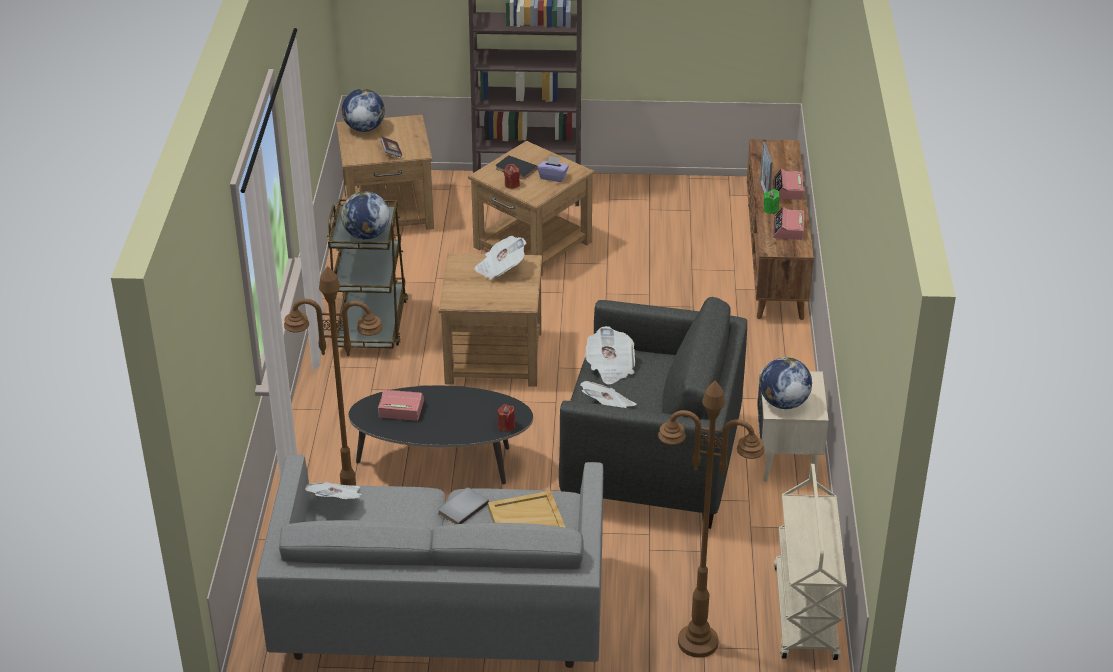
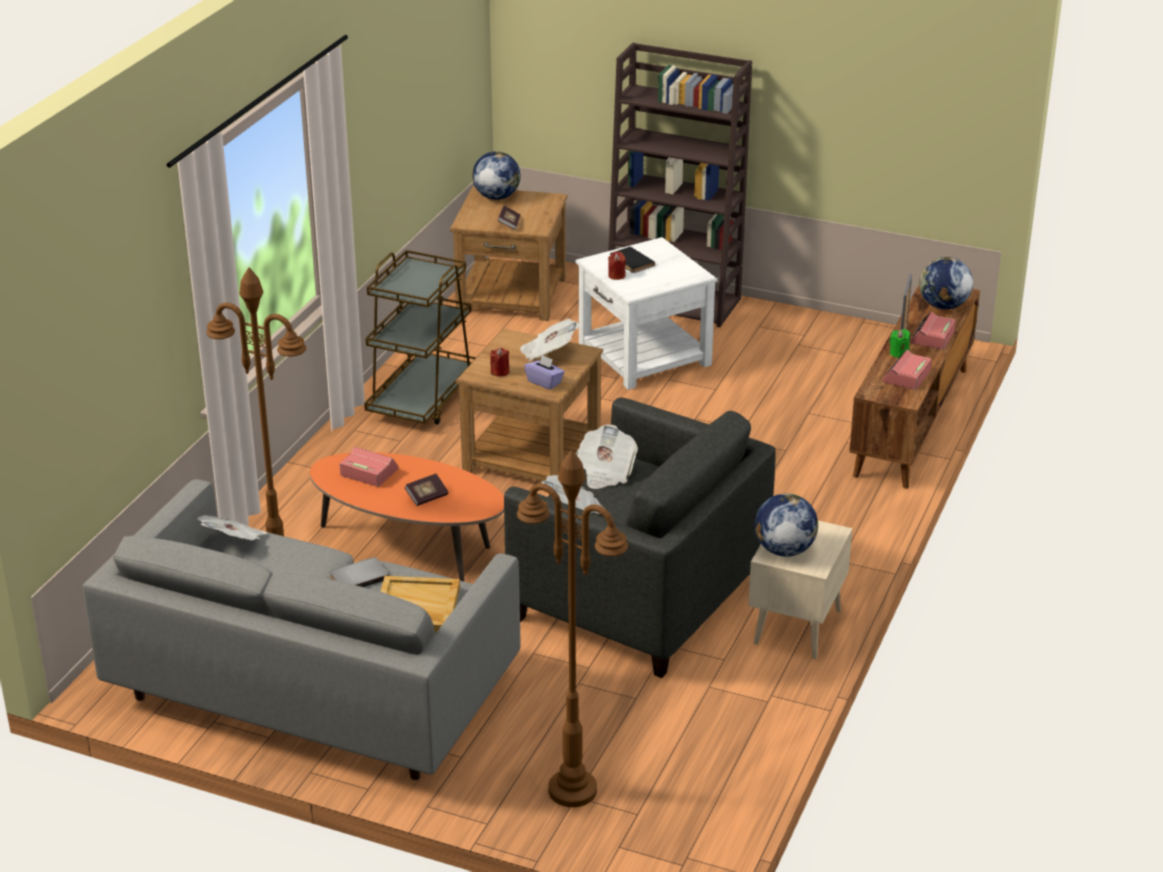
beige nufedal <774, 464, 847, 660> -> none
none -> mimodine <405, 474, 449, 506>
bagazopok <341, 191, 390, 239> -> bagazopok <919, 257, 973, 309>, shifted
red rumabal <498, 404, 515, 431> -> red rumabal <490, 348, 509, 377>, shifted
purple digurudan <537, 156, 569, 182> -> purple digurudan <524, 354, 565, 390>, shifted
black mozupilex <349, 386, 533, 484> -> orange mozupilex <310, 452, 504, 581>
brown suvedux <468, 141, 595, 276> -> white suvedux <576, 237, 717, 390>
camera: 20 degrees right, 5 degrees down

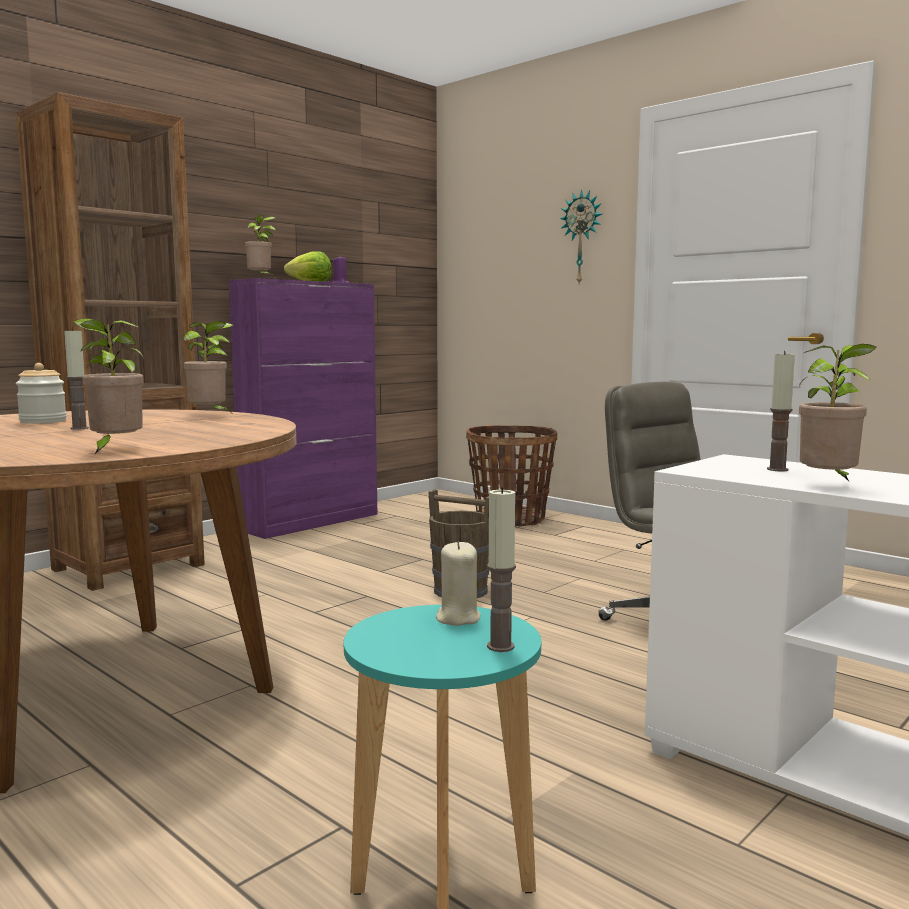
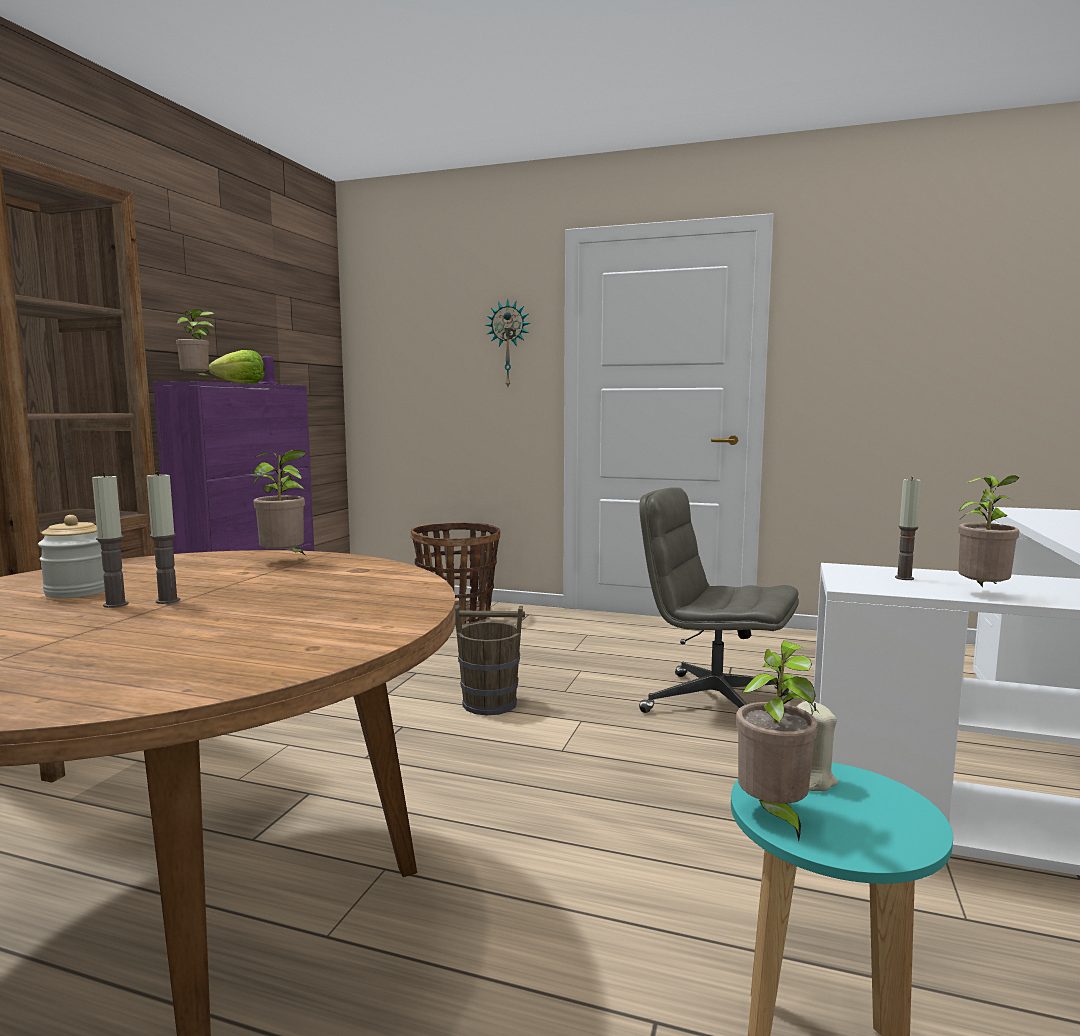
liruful <73, 318, 144, 455> -> liruful <736, 641, 818, 841>, shifted
rumabal <487, 487, 516, 652> -> rumabal <92, 473, 128, 608>, shifted
camera: 25 degrees left, 0 degrees up

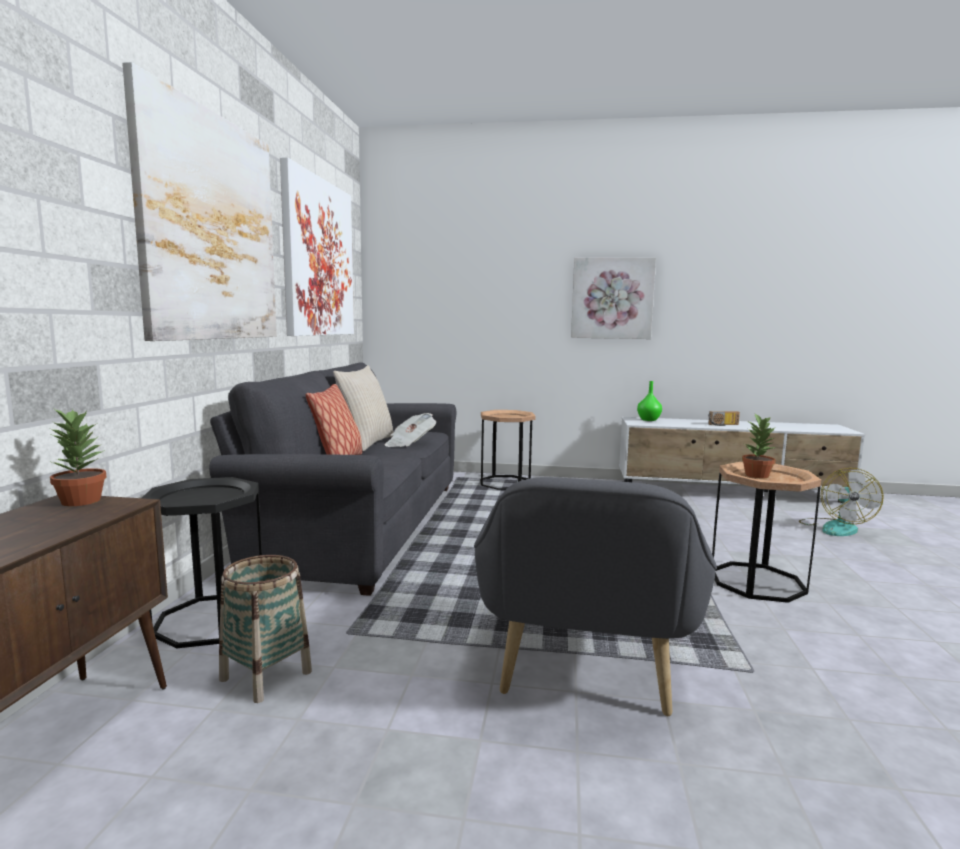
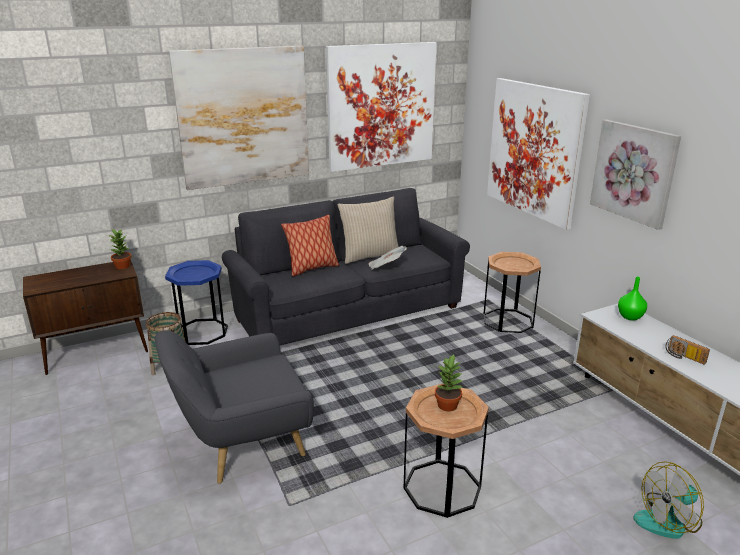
none -> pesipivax <487, 78, 590, 230>
black suvedux <142, 477, 262, 649> -> blue suvedux <165, 260, 228, 345>
camera: 55 degrees right, 15 degrees up

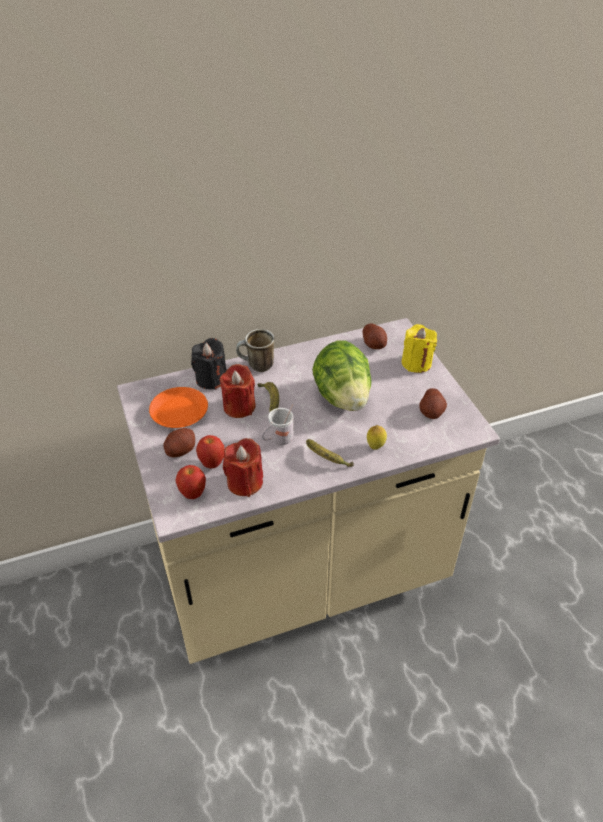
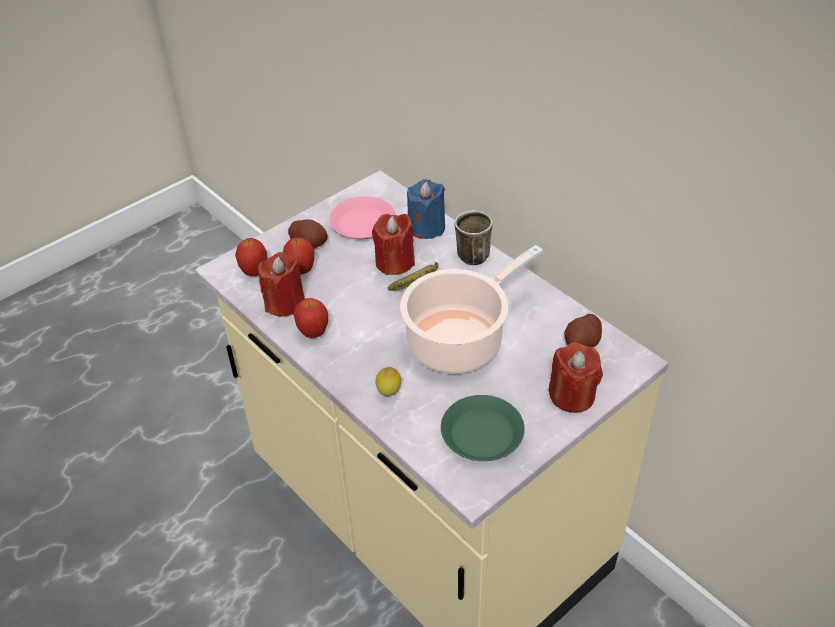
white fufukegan <261, 404, 294, 445> -> none
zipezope <306, 439, 354, 467> -> none
none -> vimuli <294, 298, 328, 338>
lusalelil <312, 340, 371, 411> -> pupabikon <400, 245, 543, 374>
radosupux <419, 388, 447, 419> -> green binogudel <441, 395, 525, 461>
orange binogudel <149, 387, 208, 428> -> pink binogudel <329, 196, 396, 240>
black rumabal <191, 338, 227, 390> -> blue rumabal <407, 179, 445, 239>
yellow rumabal <402, 324, 437, 373> -> red rumabal <548, 342, 603, 413>
camera: 70 degrees right, 0 degrees up

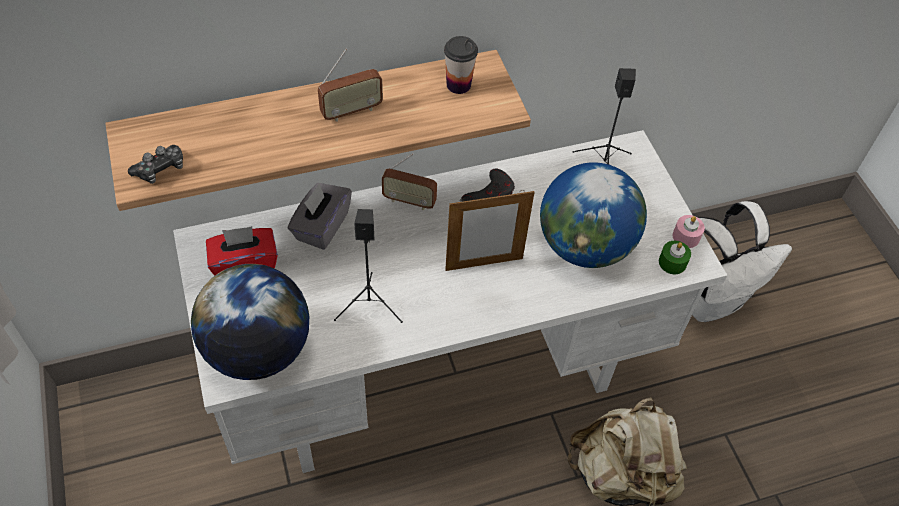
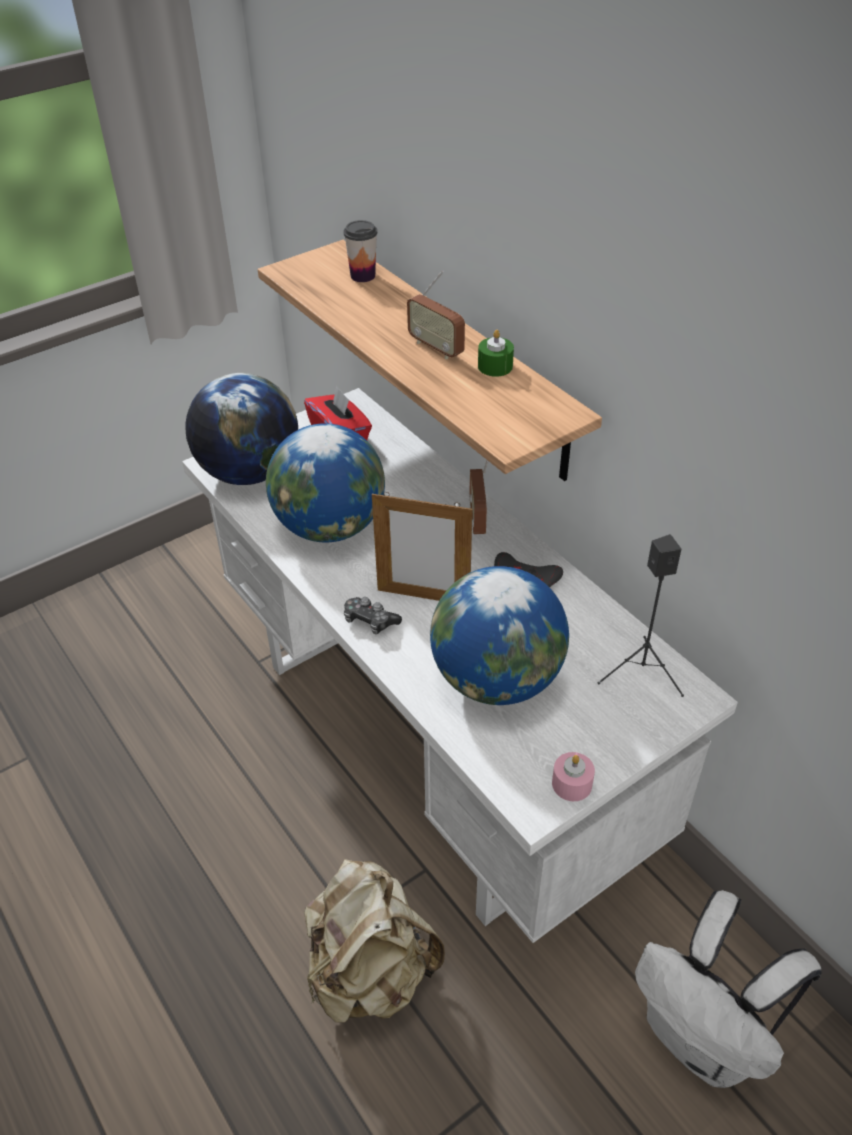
grey digurudan <287, 183, 352, 250> -> none
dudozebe <128, 145, 183, 184> -> dudozebe <344, 597, 402, 634>, shifted
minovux <444, 36, 478, 94> -> minovux <343, 220, 377, 282>, shifted
green rumabal <659, 241, 691, 274> -> green rumabal <478, 330, 514, 377>, shifted
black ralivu <334, 209, 403, 323> -> bagazopok <266, 423, 385, 542>
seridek <445, 190, 535, 271> -> seridek <372, 492, 472, 601>, 45 degrees counterclockwise
camera: 75 degrees right, 10 degrees down

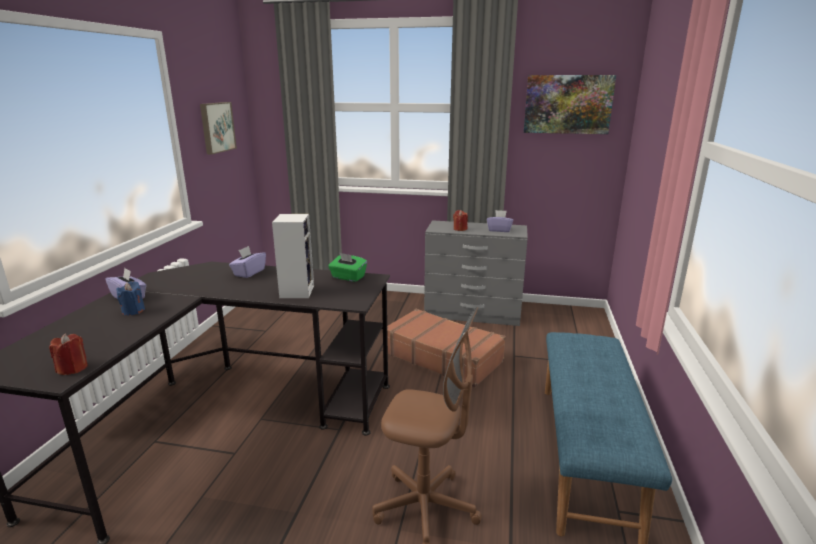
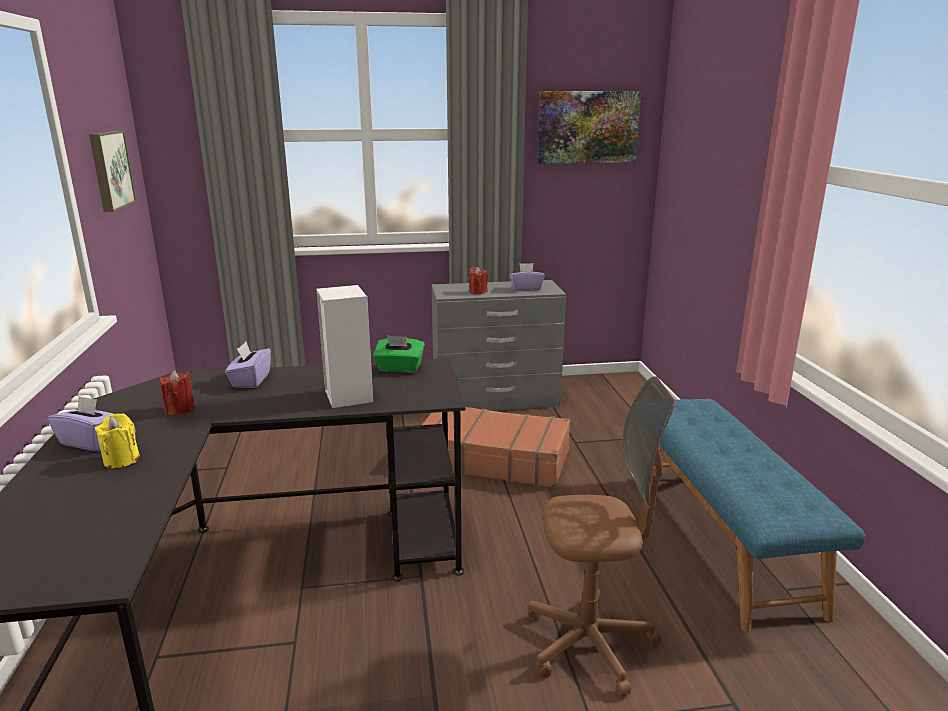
red rumabal <49, 333, 88, 375> -> red rumabal <160, 370, 195, 415>, shifted
blue rumabal <116, 281, 145, 315> -> yellow rumabal <95, 413, 140, 468>
camera: 20 degrees left, 0 degrees up

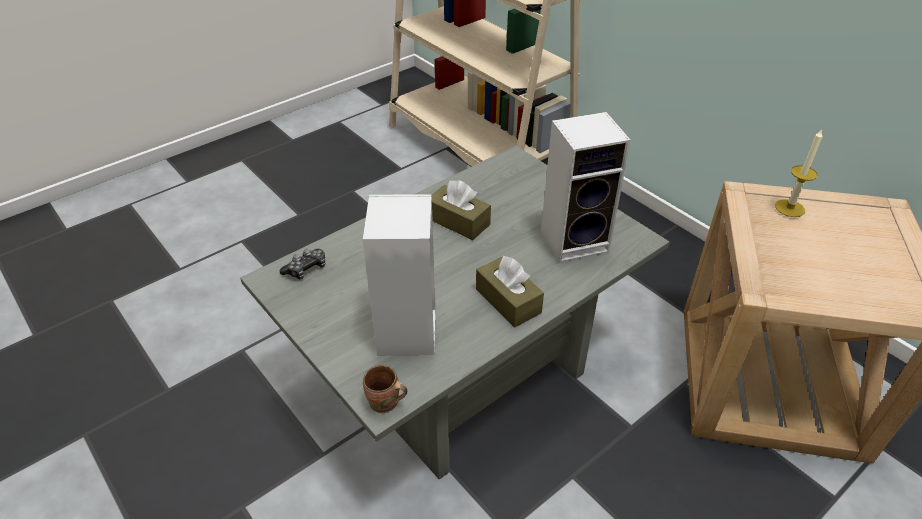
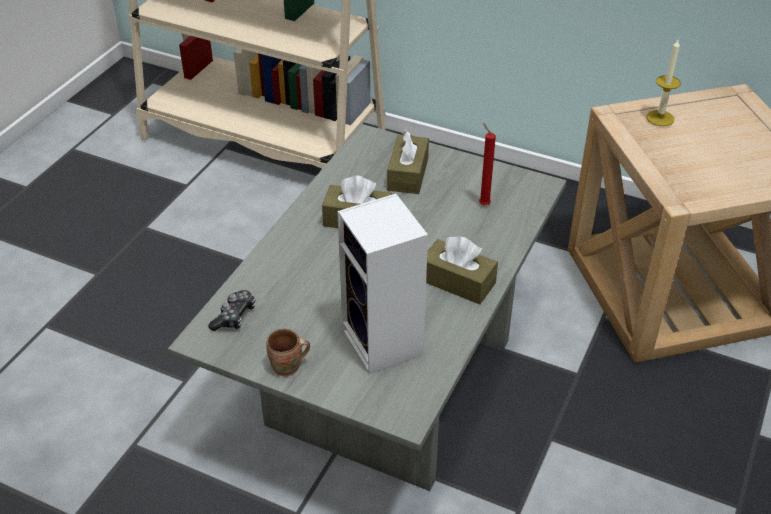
none -> brown digurudan <387, 130, 429, 194>
brown fufukegan <363, 365, 407, 413> -> brown fufukegan <266, 329, 310, 376>, shifted
ralivu <541, 112, 631, 263> -> red rumabal <479, 123, 496, 205>
camera: 25 degrees left, 0 degrees up

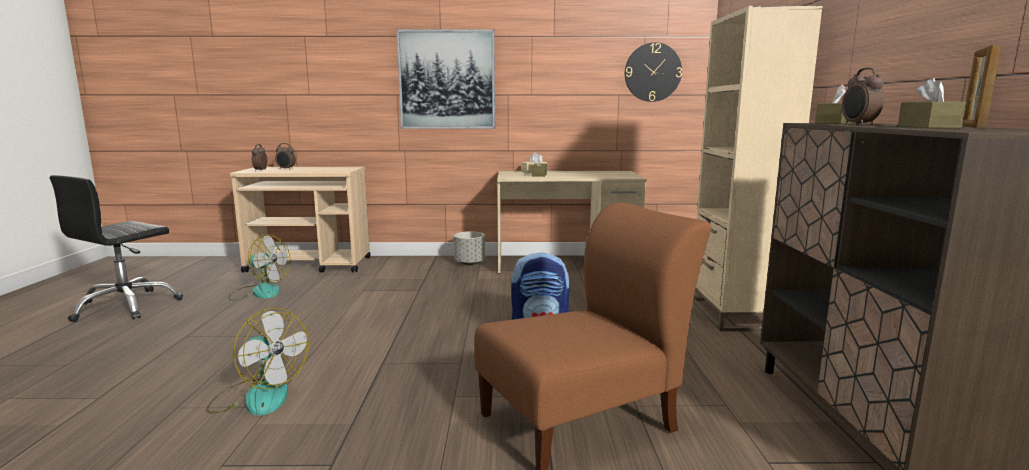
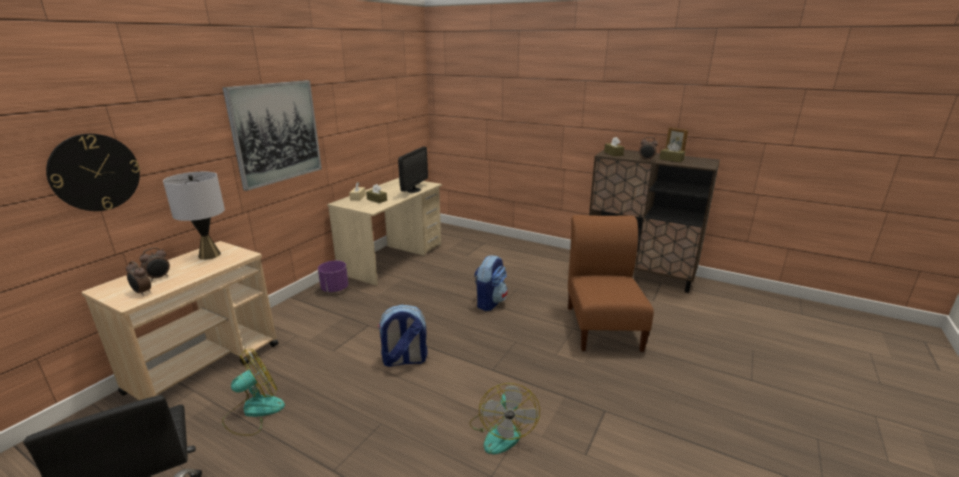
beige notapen <693, 6, 823, 331> -> none
none -> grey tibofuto <163, 172, 225, 260>
none -> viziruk <378, 305, 428, 367>
none -> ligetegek <398, 147, 428, 193>
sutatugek <625, 42, 682, 102> -> sutatugek <46, 134, 140, 211>, shifted
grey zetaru <454, 232, 485, 265> -> purple zetaru <318, 261, 349, 292>
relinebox <206, 308, 309, 416> -> relinebox <469, 383, 540, 454>, 120 degrees clockwise
camera: 60 degrees left, 10 degrees up

